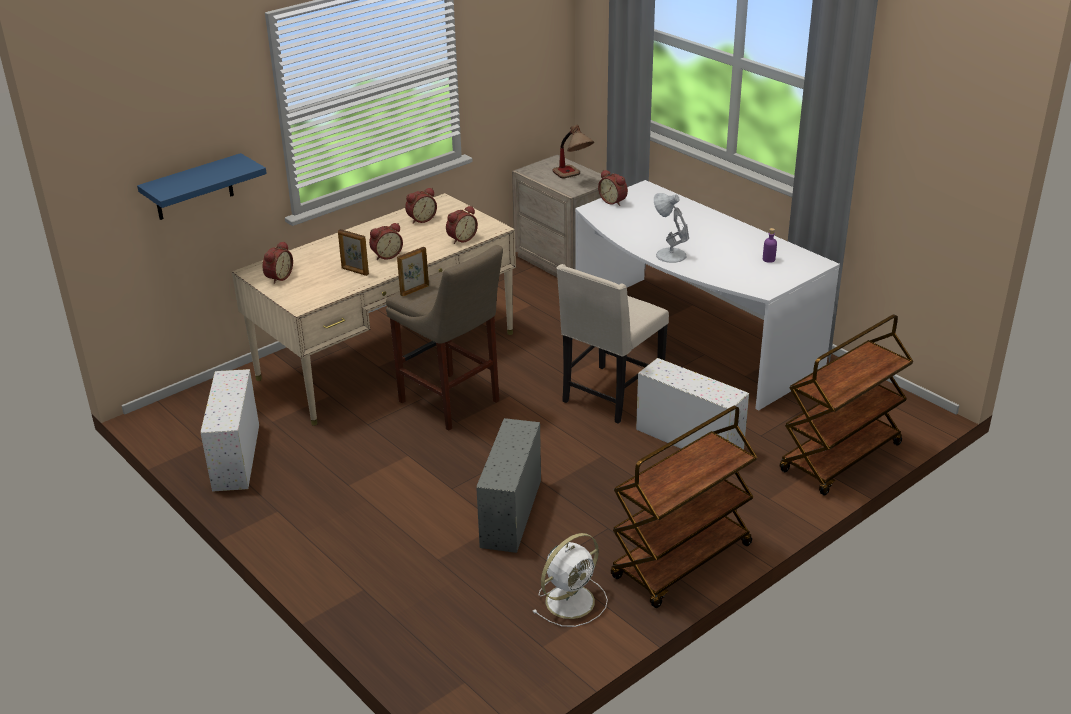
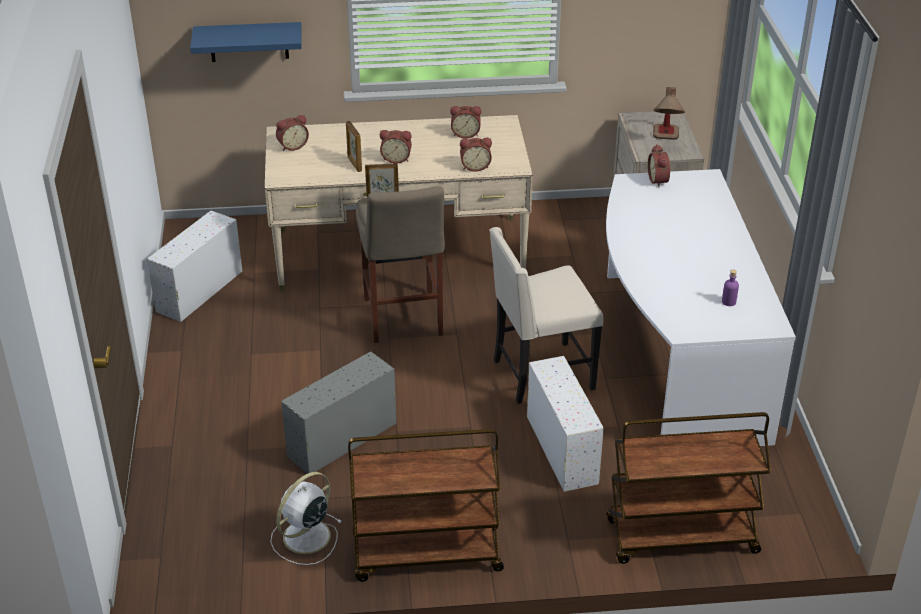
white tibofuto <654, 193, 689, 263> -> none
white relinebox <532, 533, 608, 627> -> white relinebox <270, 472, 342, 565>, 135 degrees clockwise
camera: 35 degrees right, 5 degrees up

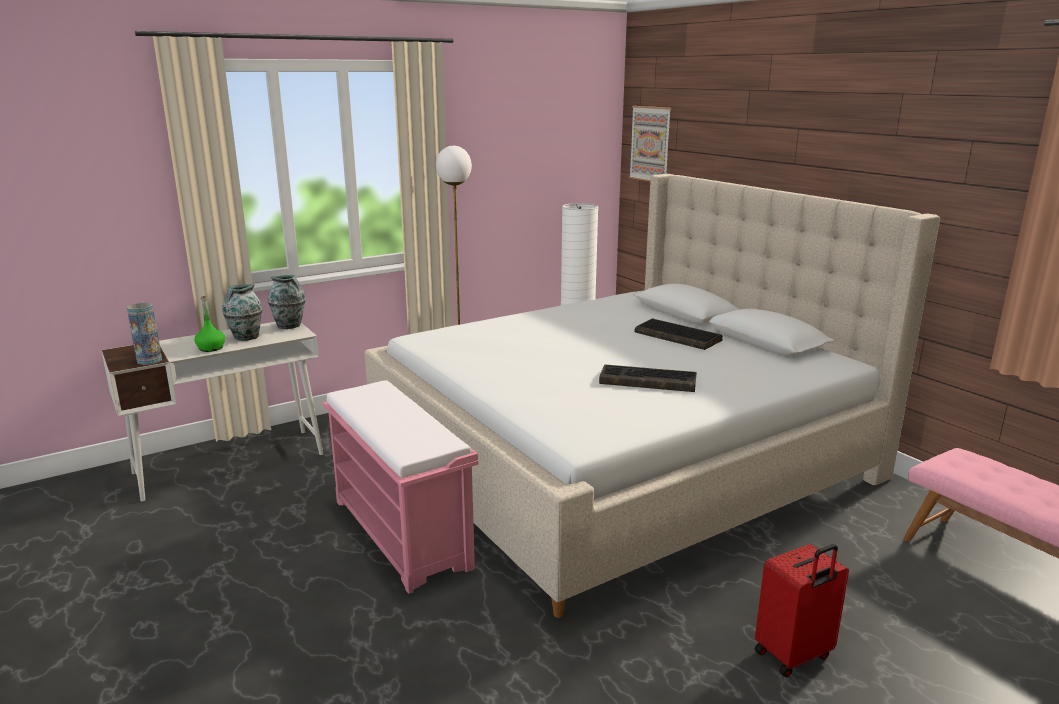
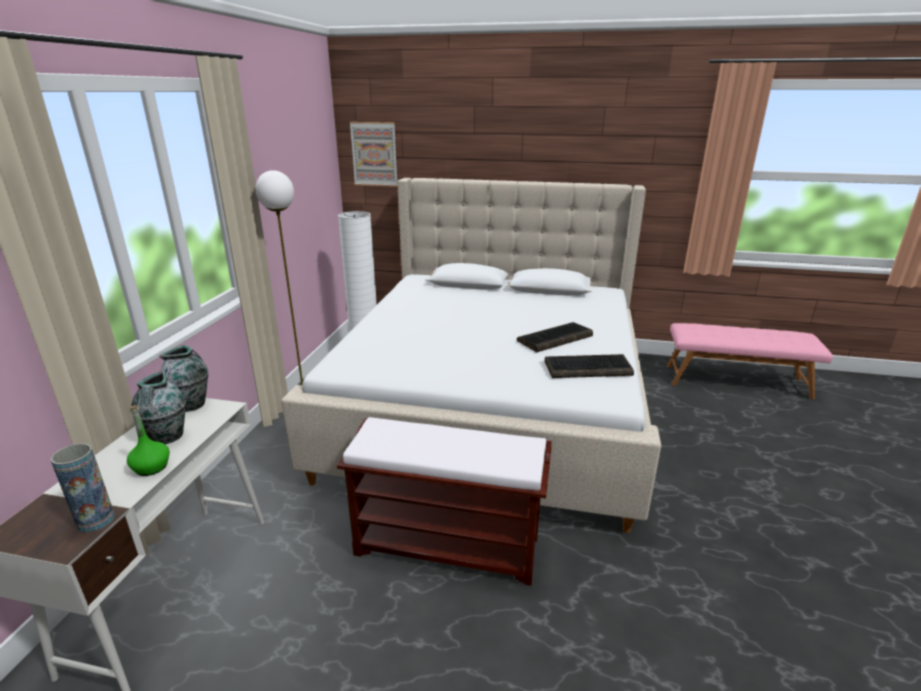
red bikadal <755, 544, 849, 677> -> none
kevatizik <634, 319, 723, 350> -> kevatizik <545, 354, 634, 378>, shifted
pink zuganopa <323, 380, 479, 594> -> brown zuganopa <337, 417, 552, 586>
camera: 45 degrees left, 5 degrees up

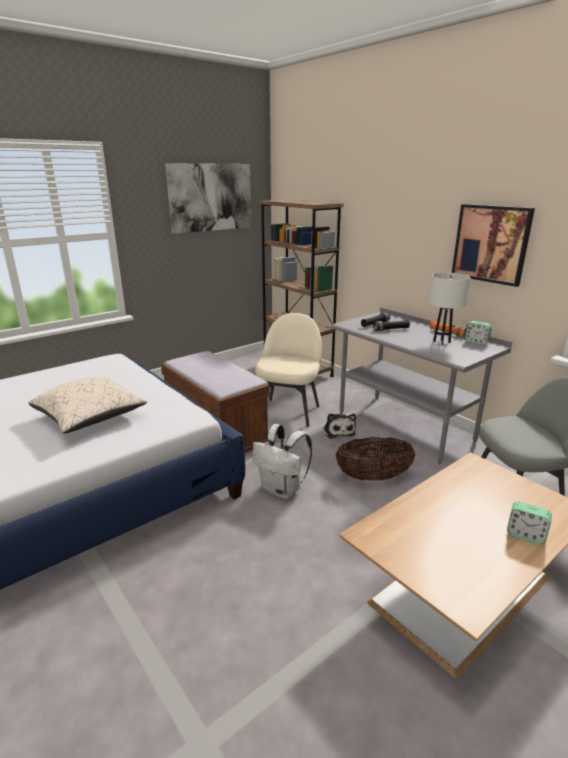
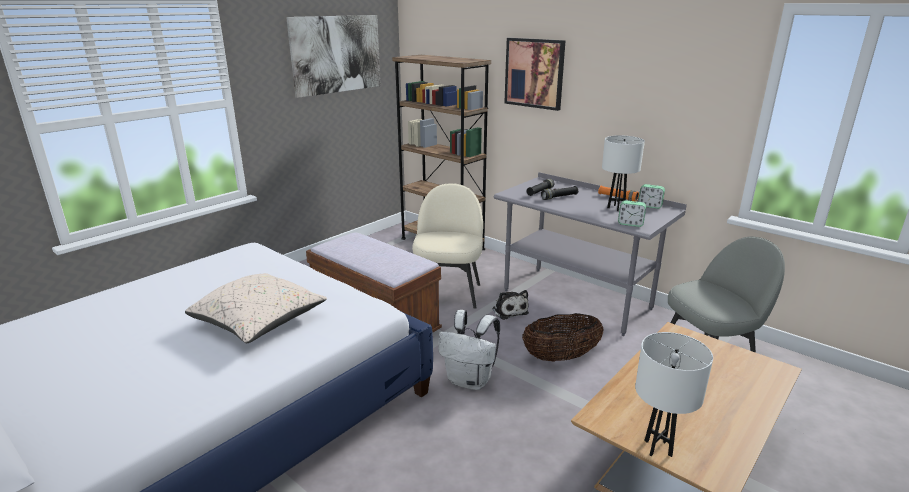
none -> white tibofuto <635, 332, 713, 457>
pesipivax <452, 204, 535, 287> -> pesipivax <504, 38, 566, 111>, shifted
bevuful <507, 501, 552, 545> -> bevuful <618, 200, 646, 227>, shifted
camera: 10 degrees left, 0 degrees up

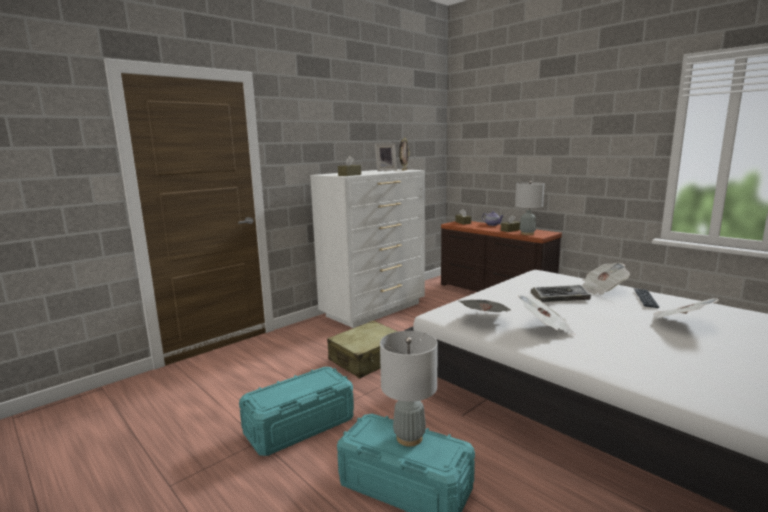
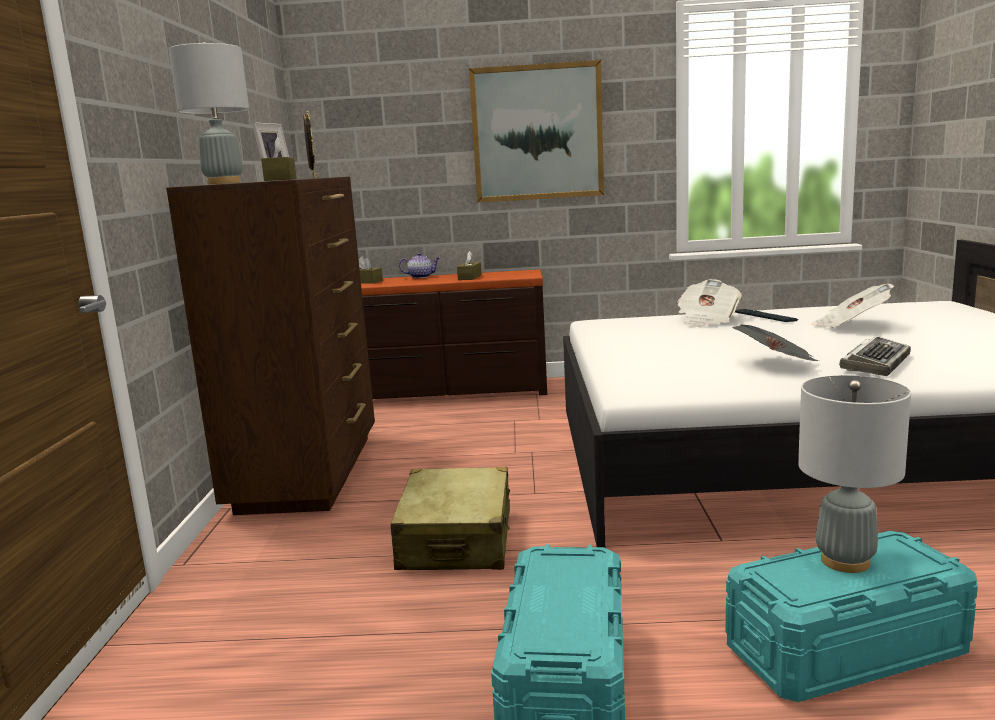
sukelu <459, 300, 511, 312> -> none
none -> pesipivax <469, 60, 604, 203>
grey tibofuto <515, 181, 544, 235> -> grey tibofuto <169, 42, 249, 184>, shifted
kevatizik <531, 285, 591, 302> -> kevatizik <839, 336, 911, 376>, shifted
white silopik <310, 169, 425, 328> -> brown silopik <166, 176, 375, 515>
camera: 45 degrees left, 0 degrees up

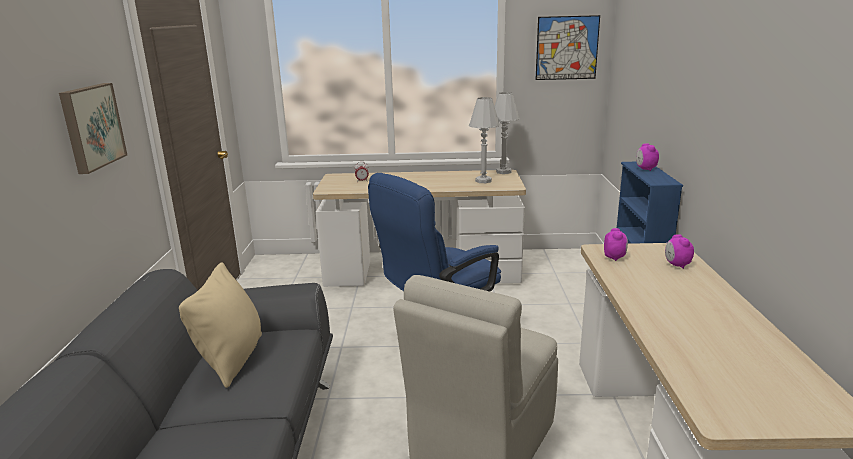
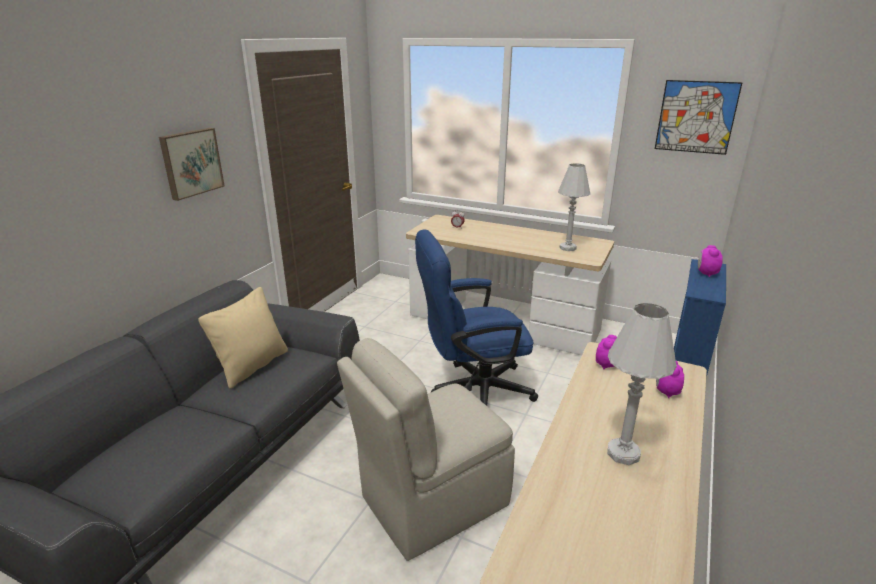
white tibofuto <495, 92, 520, 174> -> white tibofuto <607, 303, 677, 465>, shifted
camera: 25 degrees right, 5 degrees up

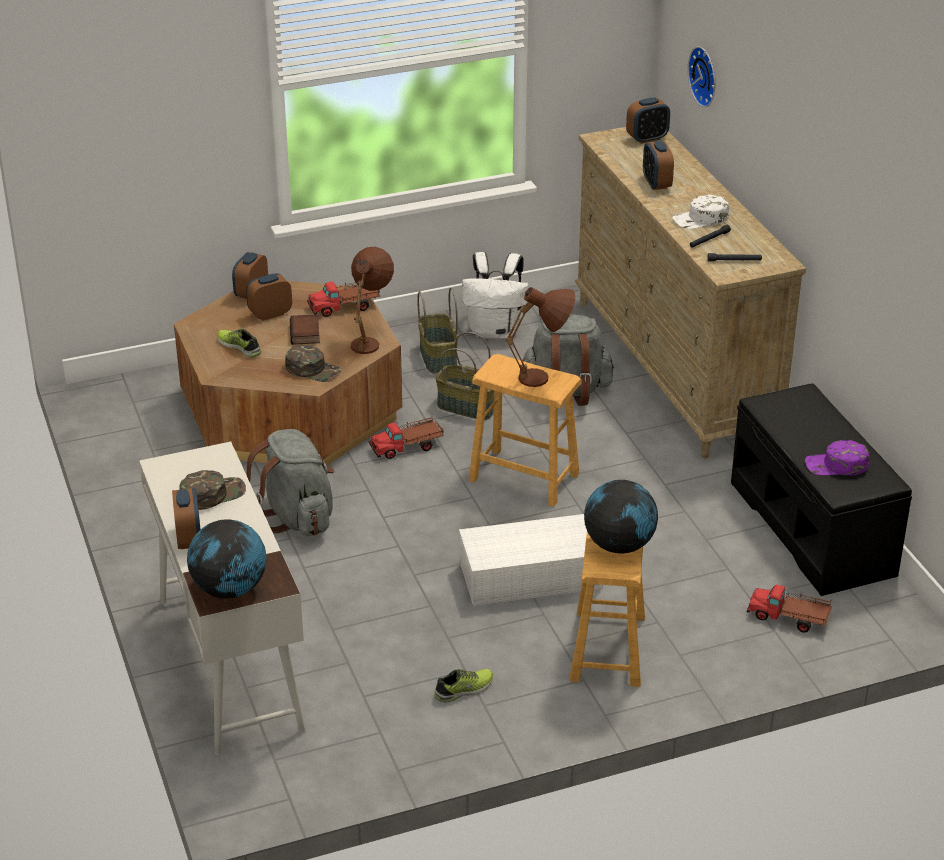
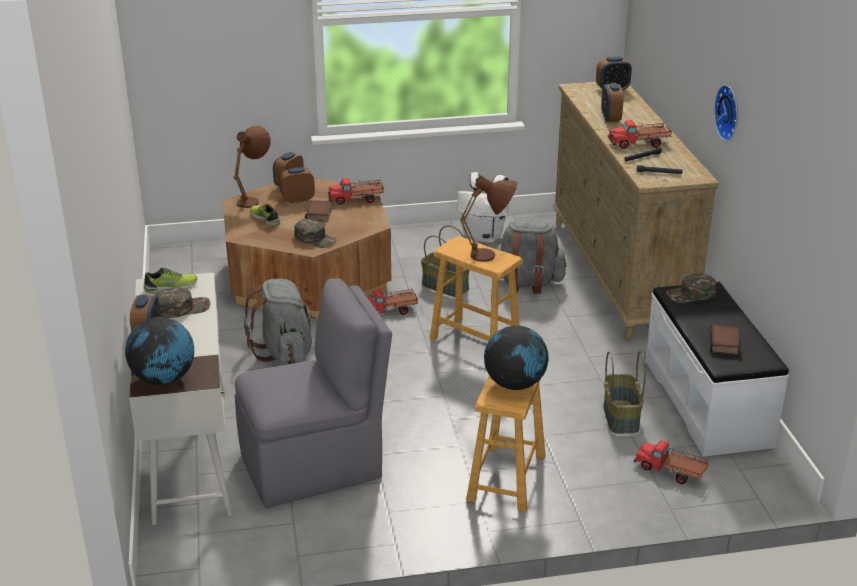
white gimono <459, 514, 603, 606> -> none
none -> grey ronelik <235, 278, 392, 508>
none -> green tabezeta <666, 273, 717, 303>
brown tibofuto <351, 247, 394, 354> -> brown tibofuto <233, 126, 271, 208>, shifted
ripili <417, 288, 458, 373> -> ripili <604, 351, 646, 434>, shifted
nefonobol <434, 669, 493, 703> -> nefonobol <143, 267, 198, 294>, shifted
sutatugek <688, 47, 716, 107> -> sutatugek <714, 85, 738, 141>, shifted
white tabezeta <673, 194, 729, 229> -> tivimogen <607, 120, 672, 149>
purple tabezeta <805, 440, 869, 476> -> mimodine <709, 325, 740, 355>
black zuganopa <731, 383, 912, 596> -> white zuganopa <645, 282, 789, 457>
camera: 10 degrees right, 5 degrees down

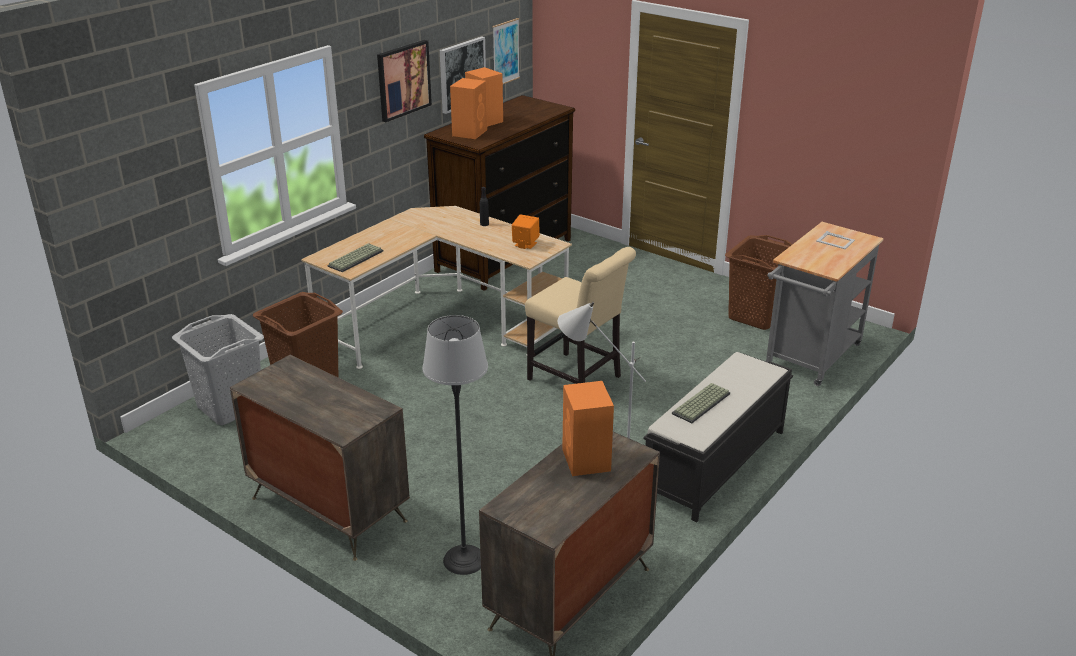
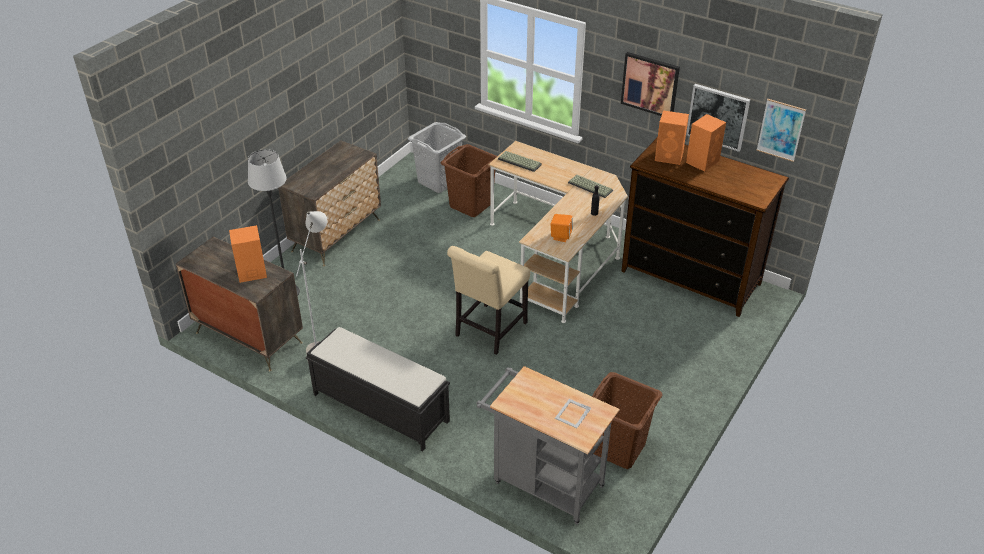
kevatizik <672, 383, 730, 423> -> kevatizik <568, 175, 613, 198>, shifted
camera: 85 degrees right, 10 degrees up

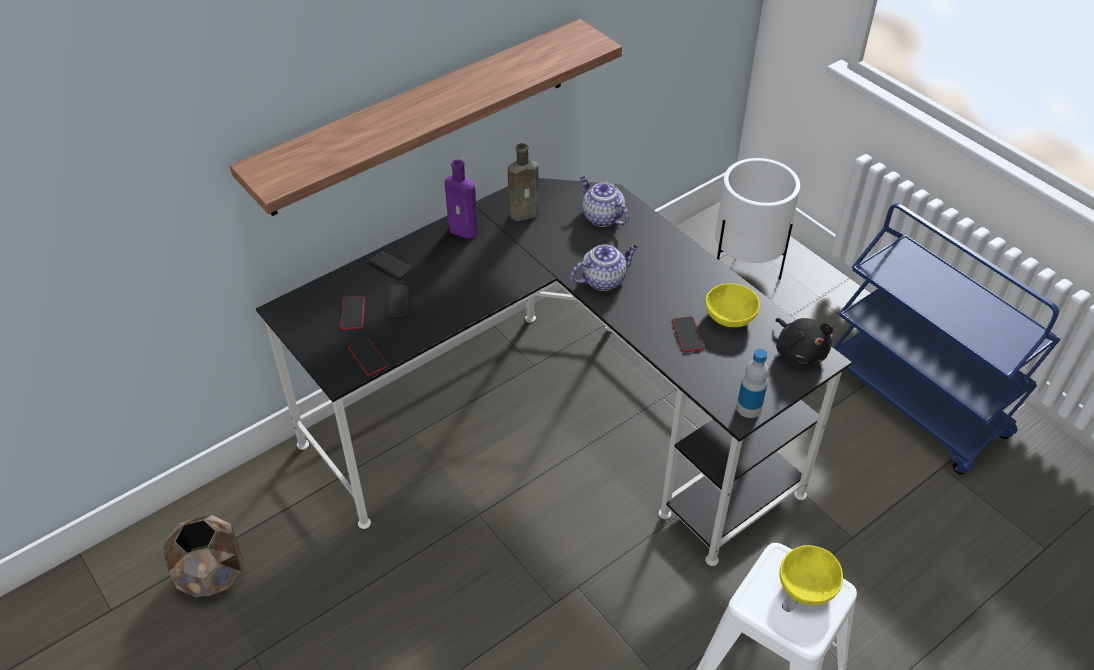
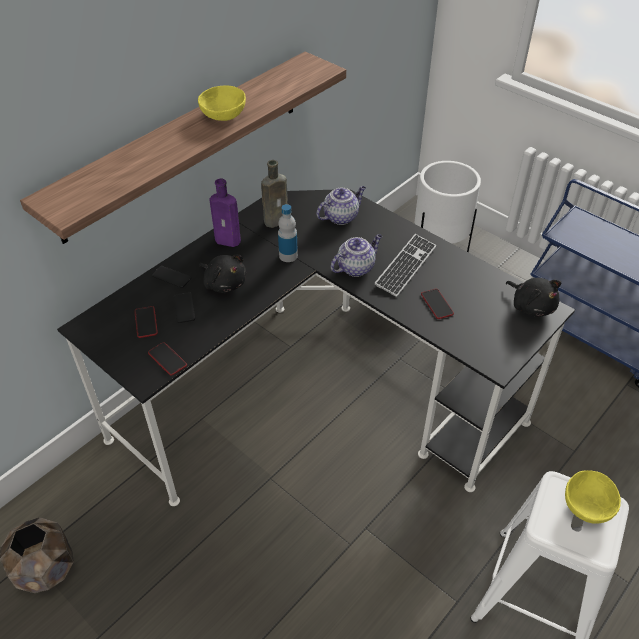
none -> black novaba <199, 254, 246, 293>
none -> kevatizik <374, 234, 437, 297>
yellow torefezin <705, 283, 760, 327> -> yellow torefezin <198, 86, 246, 121>, shifted
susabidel <737, 349, 769, 418> -> susabidel <278, 204, 298, 262>, shifted
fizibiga <580, 176, 629, 227> -> fizibiga <317, 186, 366, 225>, 105 degrees clockwise
camera: 10 degrees left, 0 degrees up

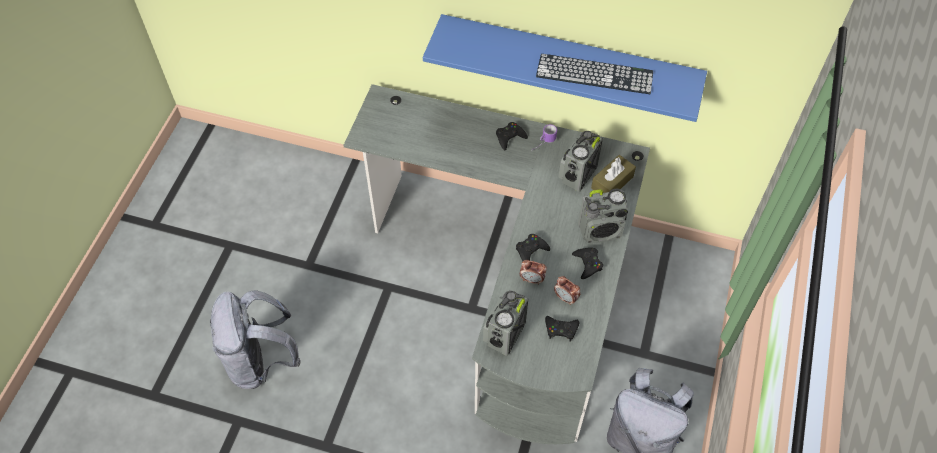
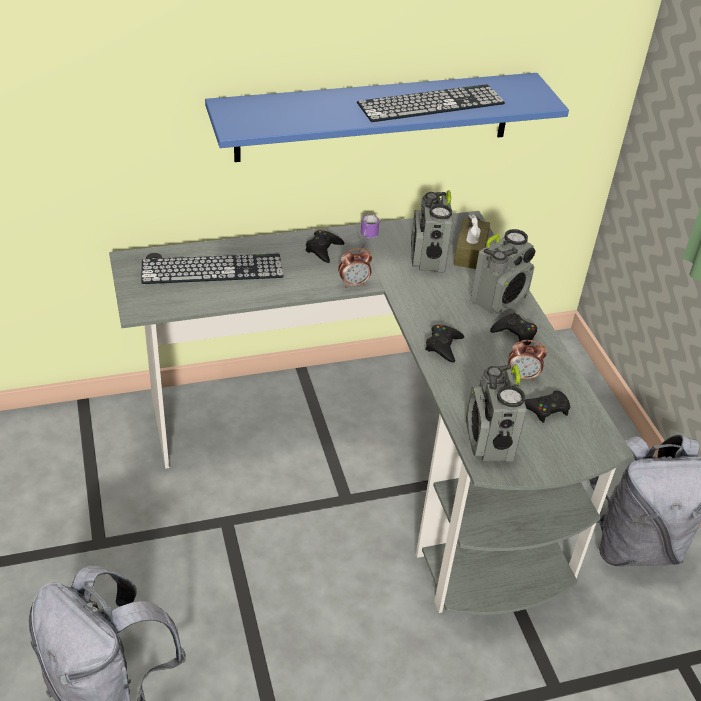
none -> kevatizik <142, 254, 284, 284>
bevuful <520, 260, 547, 285> -> bevuful <338, 248, 372, 288>, shifted
camera: 35 degrees left, 15 degrees down

